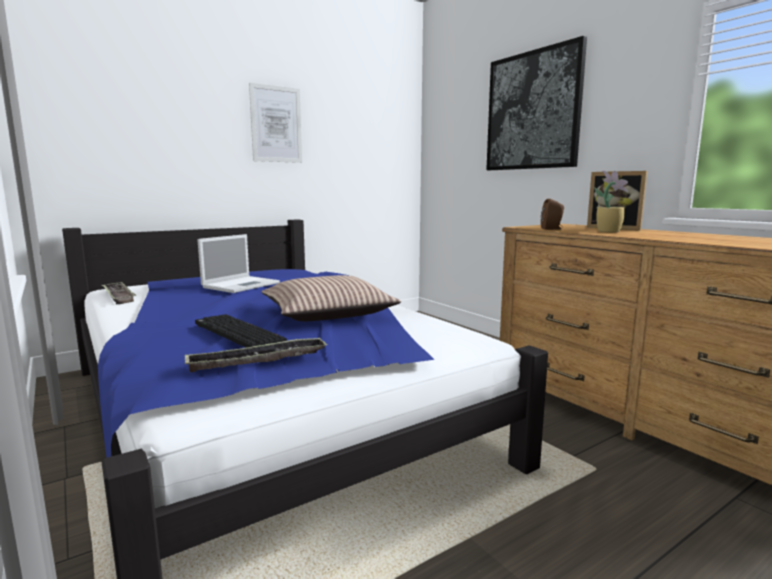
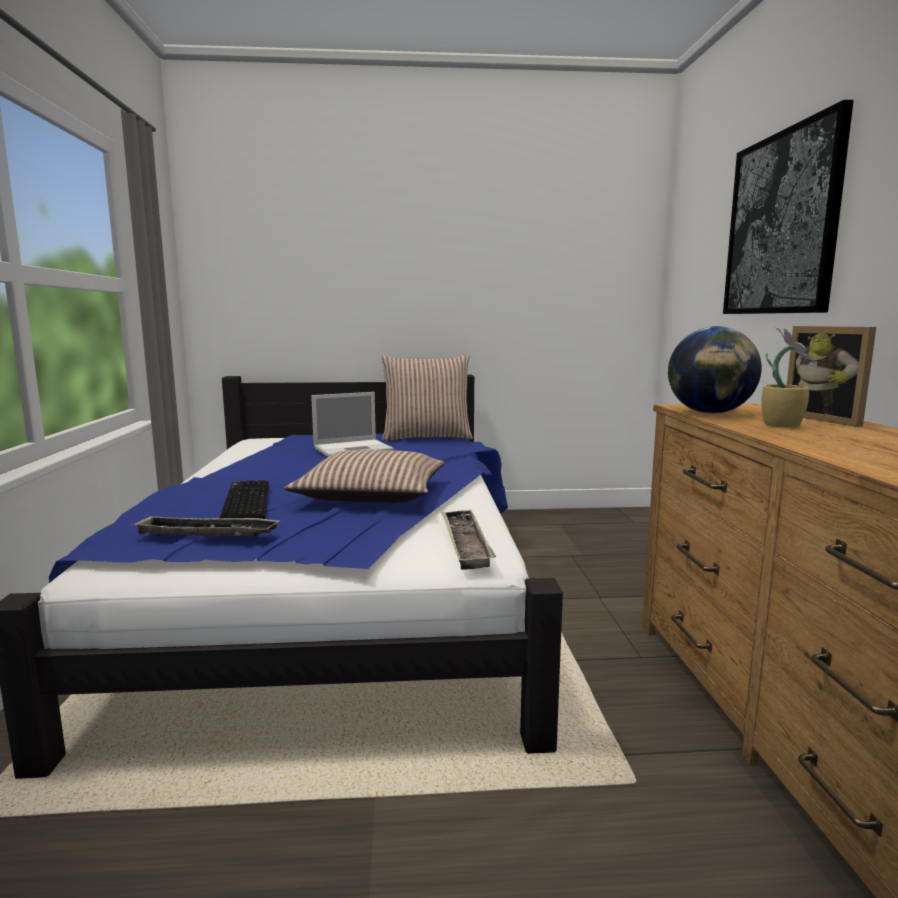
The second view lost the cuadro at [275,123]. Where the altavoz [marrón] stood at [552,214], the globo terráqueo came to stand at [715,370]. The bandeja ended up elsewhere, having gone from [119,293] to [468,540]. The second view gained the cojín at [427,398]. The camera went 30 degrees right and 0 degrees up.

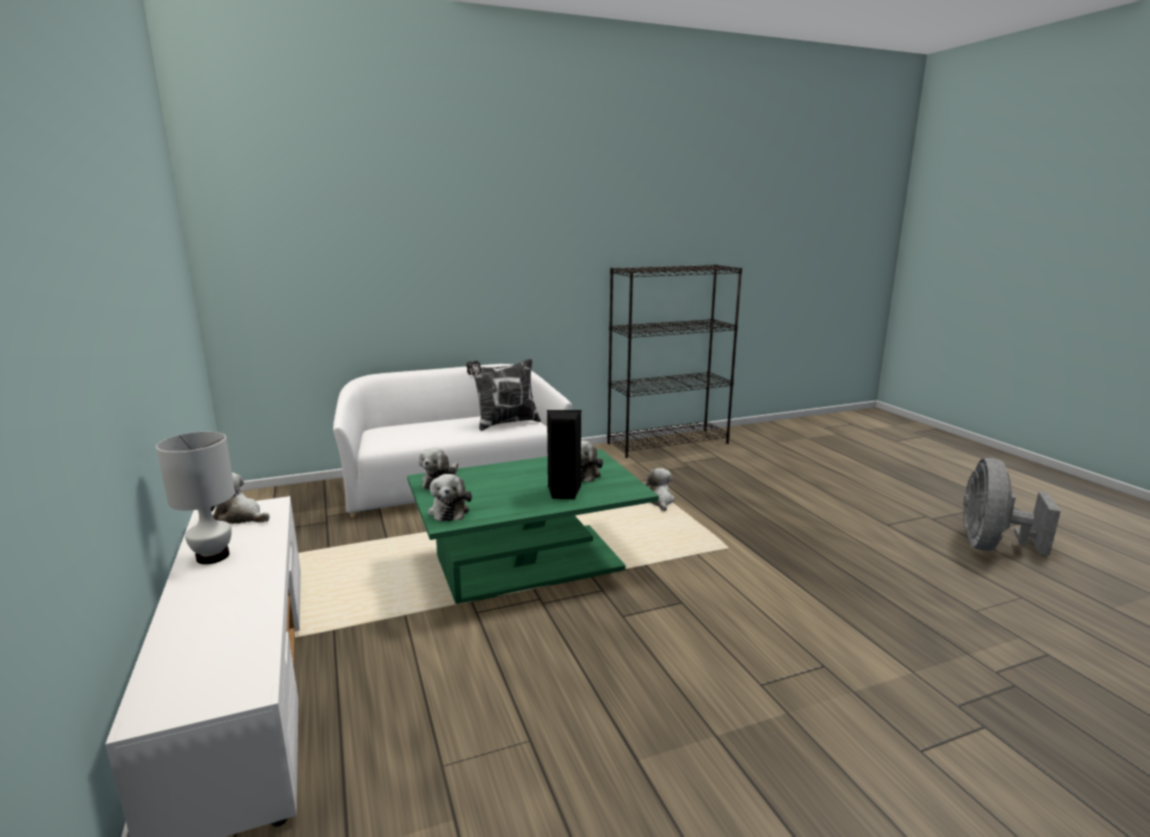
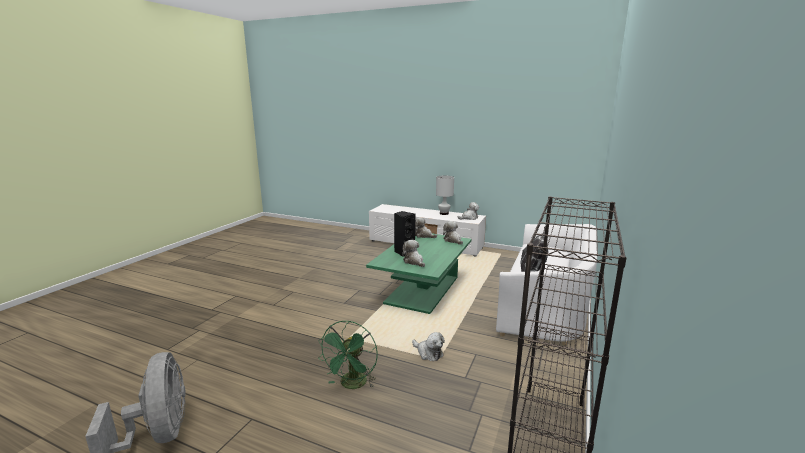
The second view gained the ventilador [verde] at [347,355]. The camera went 135 degrees right and 0 degrees up.

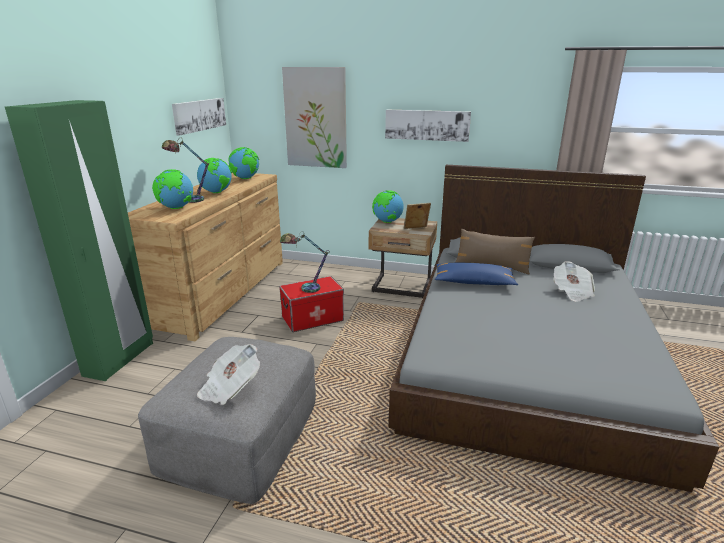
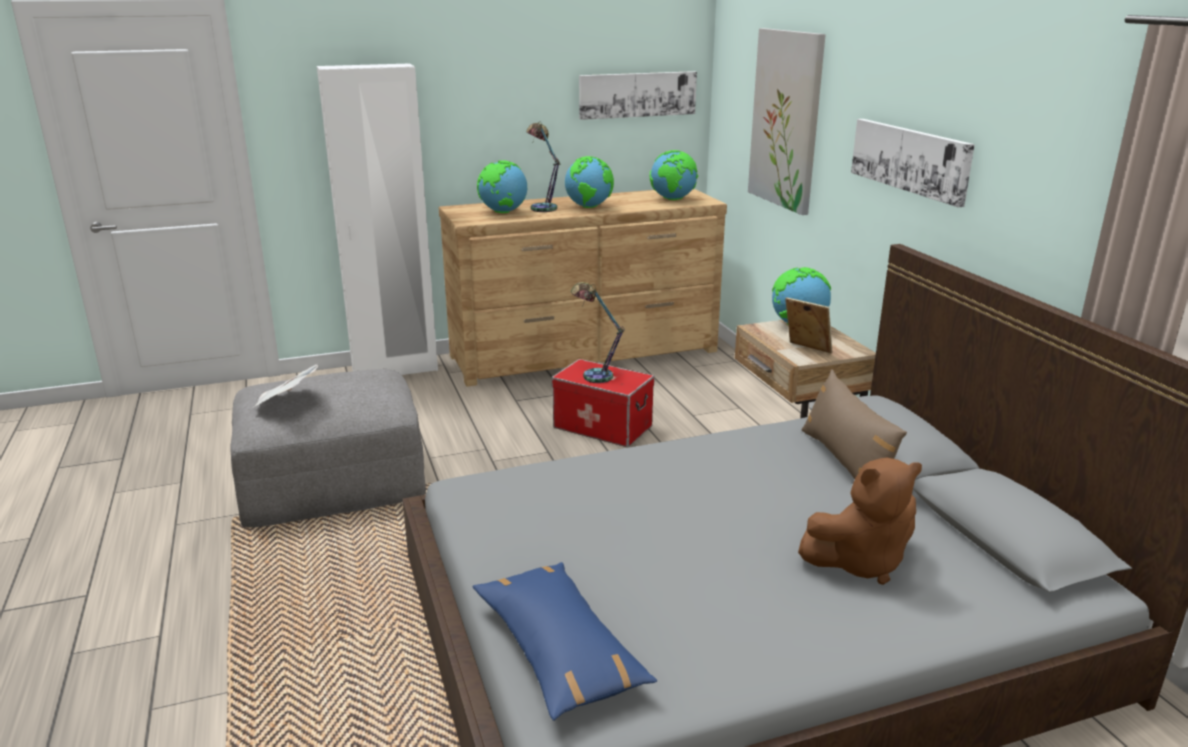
What was the armario ropero [verde] at [79,240] turned into the armario ropero [blanco] at [377,219]. Where the periódico stood at [574,281], the peluche [marrón] came to stand at [860,521]. The cojín [azul] ended up elsewhere, having gone from [476,274] to [564,641]. The camera went 55 degrees right and 0 degrees up.

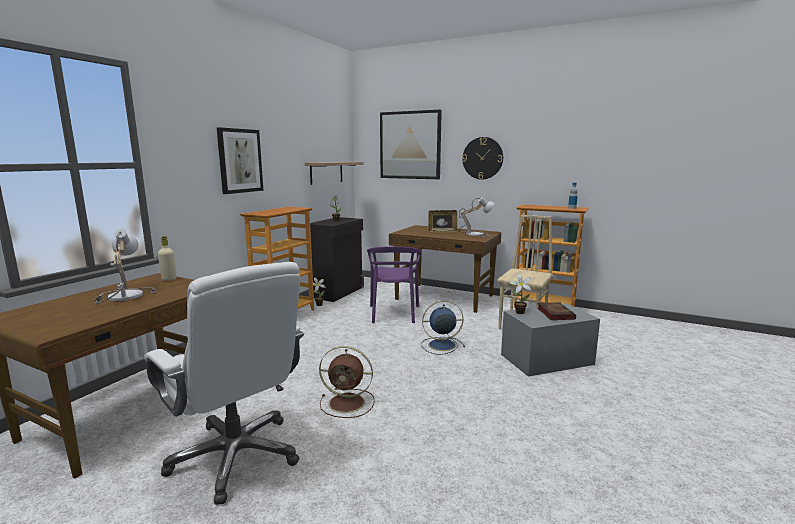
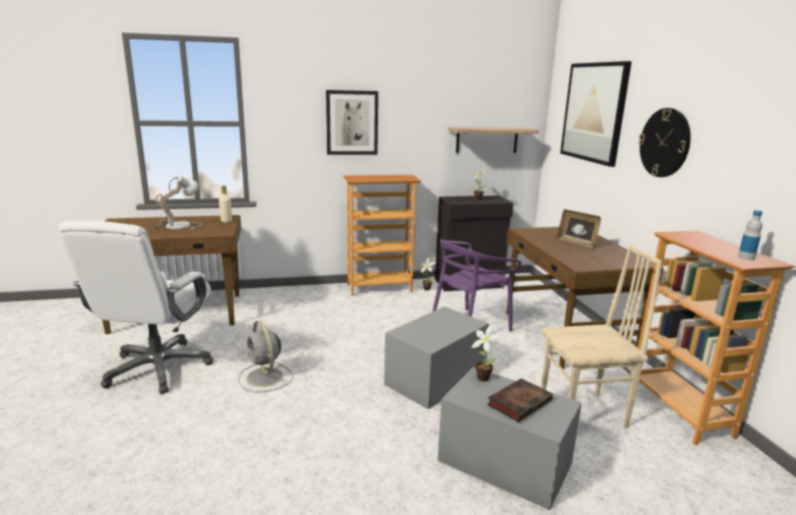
The second view lost the lámpara de mesa at [477,217]. Where the ventilador [azul] stood at [443,327], the caja de almacenaje [gris] came to stand at [436,357]. What was the ventilador [marrón] at [347,382] turned into the ventilador [gris] at [265,356]. The camera went 50 degrees right and 5 degrees up.

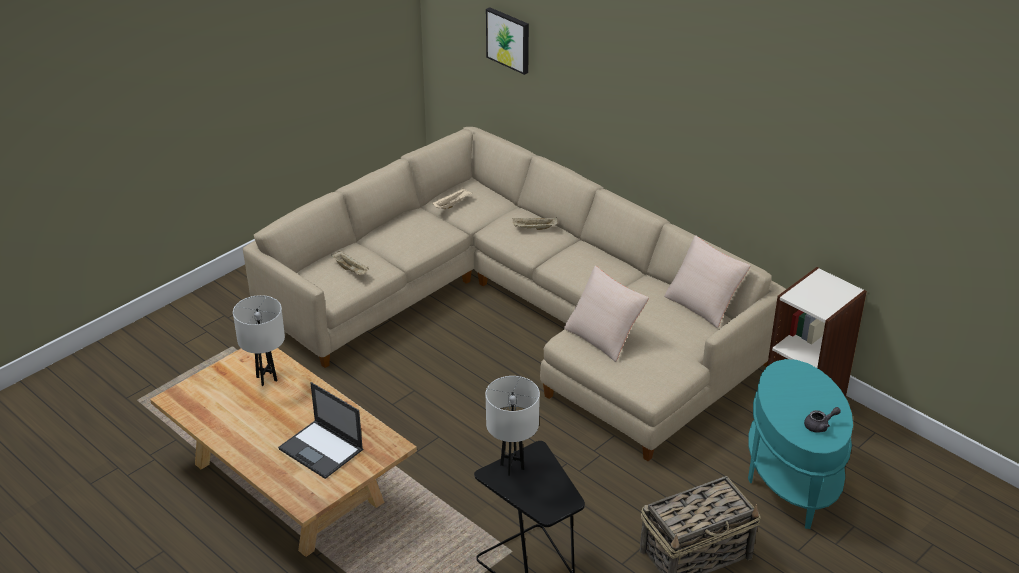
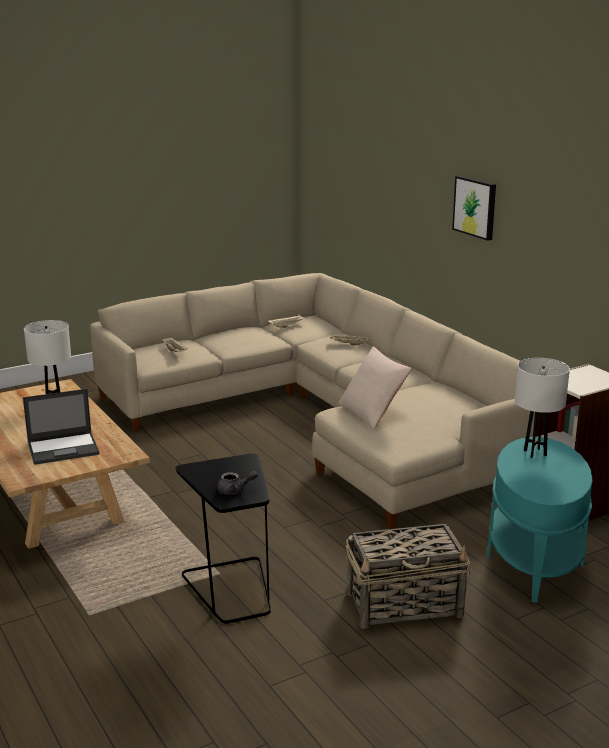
The cuadro ended up elsewhere, having gone from [507,41] to [474,208]. The second view lost the cojín [beis] at [707,281]. The lámpara de mesa [blanco] ended up elsewhere, having gone from [513,426] to [542,408]. The portátil at [320,430] ended up facing another way, 75 degrees counterclockwise from before. The tetera [gris] ended up elsewhere, having gone from [822,420] to [237,483]. The camera went 15 degrees right and 15 degrees down.

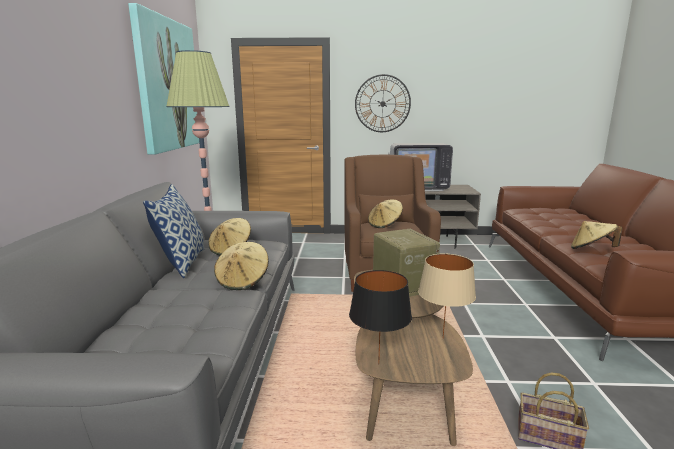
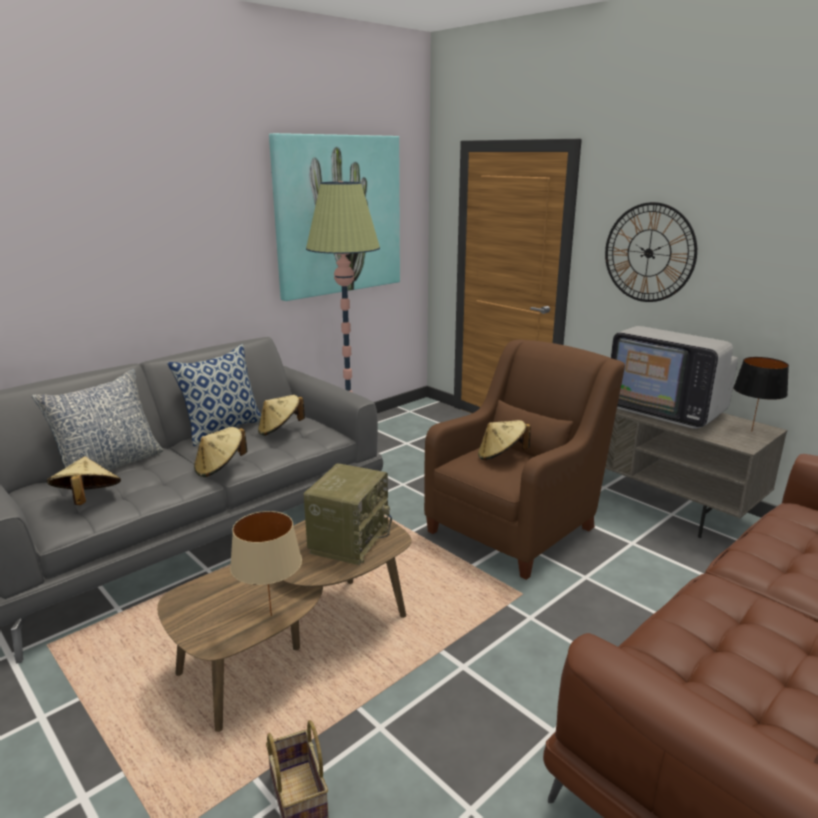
The sombrero [beis] ended up elsewhere, having gone from [596,235] to [84,480]. The lámpara de mesa [negro] ended up elsewhere, having gone from [380,317] to [761,394]. The second view gained the cojín at [97,420]. The camera went 45 degrees right and 5 degrees up.

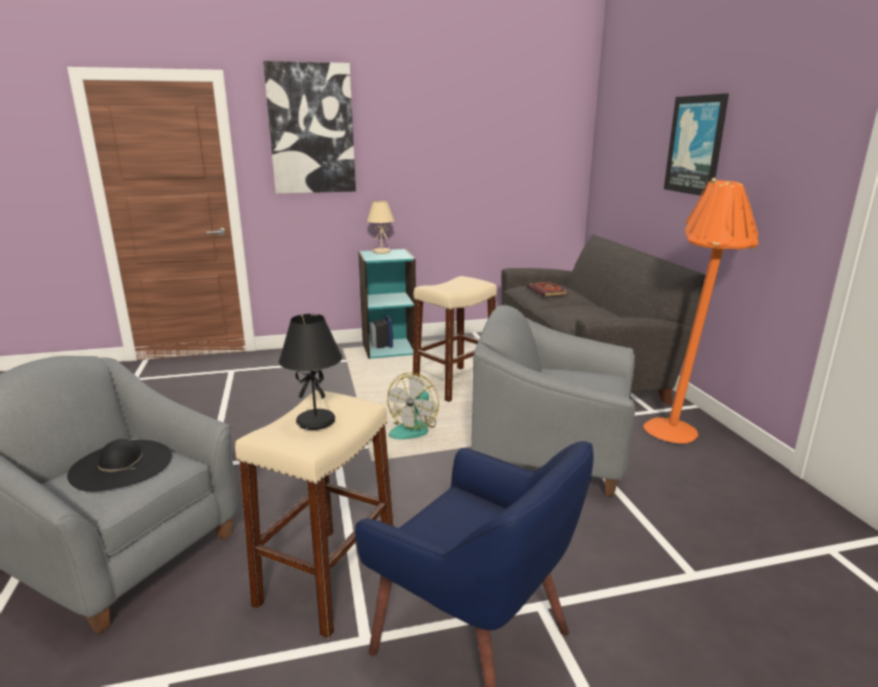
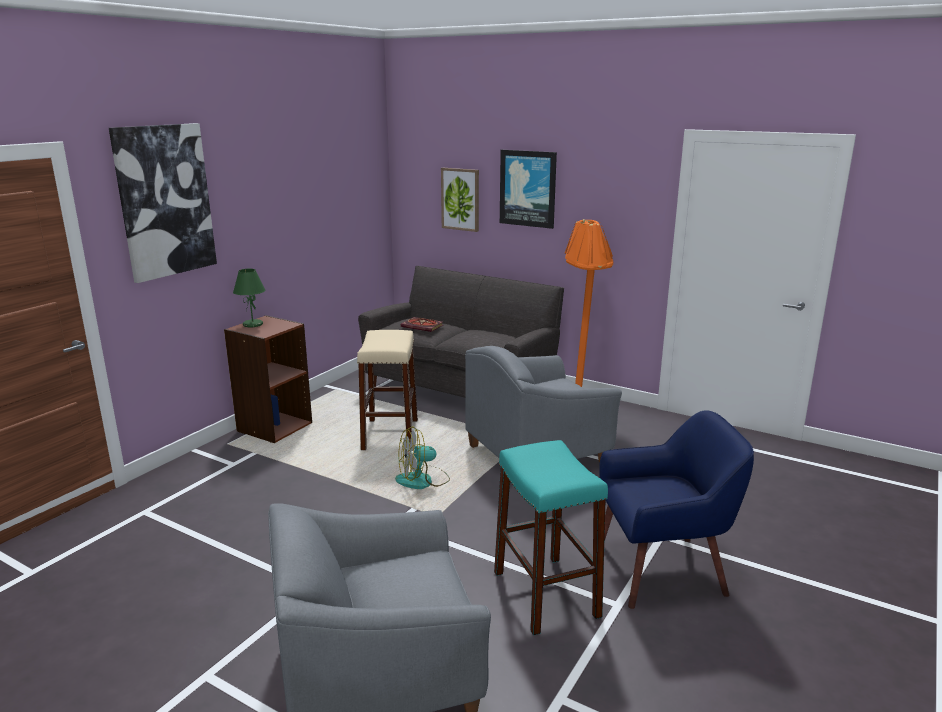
What was the lámpara de mesa [beis] at [381,227] turned into the lámpara de mesa [verde] at [249,298]. What was the estantería [turquesa] at [387,304] turned into the estantería [marrón] at [268,379]. The second view lost the lámpara de mesa [negro] at [310,372]. The ventilador at [413,405] ended up facing another way, 90 degrees clockwise from before. What was the taburete [beis] at [314,514] turned into the taburete [turquesa] at [551,537]. The second view lost the sombrero [negro] at [119,465]. The second view gained the cuadro at [460,200]. The camera went 45 degrees left and 0 degrees up.

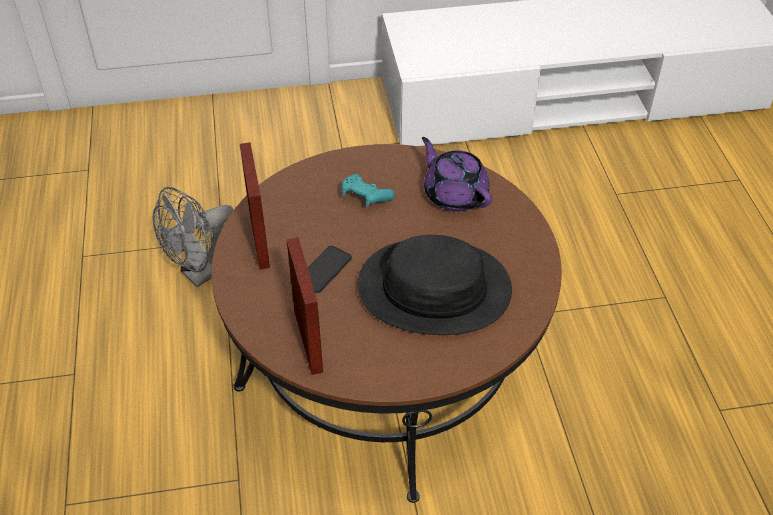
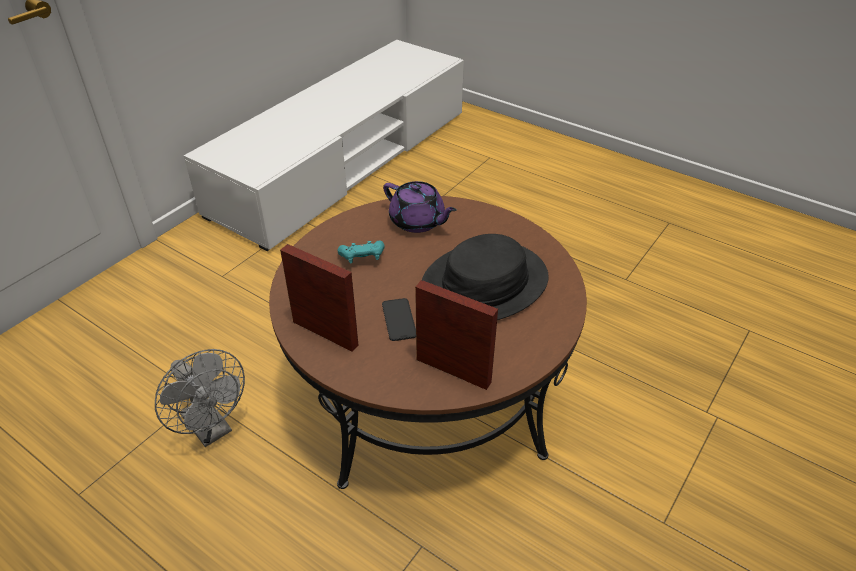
The tetera [morado] at [457,174] ended up facing another way, 150 degrees counterclockwise from before. The ventilador [gris] at [193,237] ended up facing another way, 45 degrees counterclockwise from before. The camera went 45 degrees left and 5 degrees down.

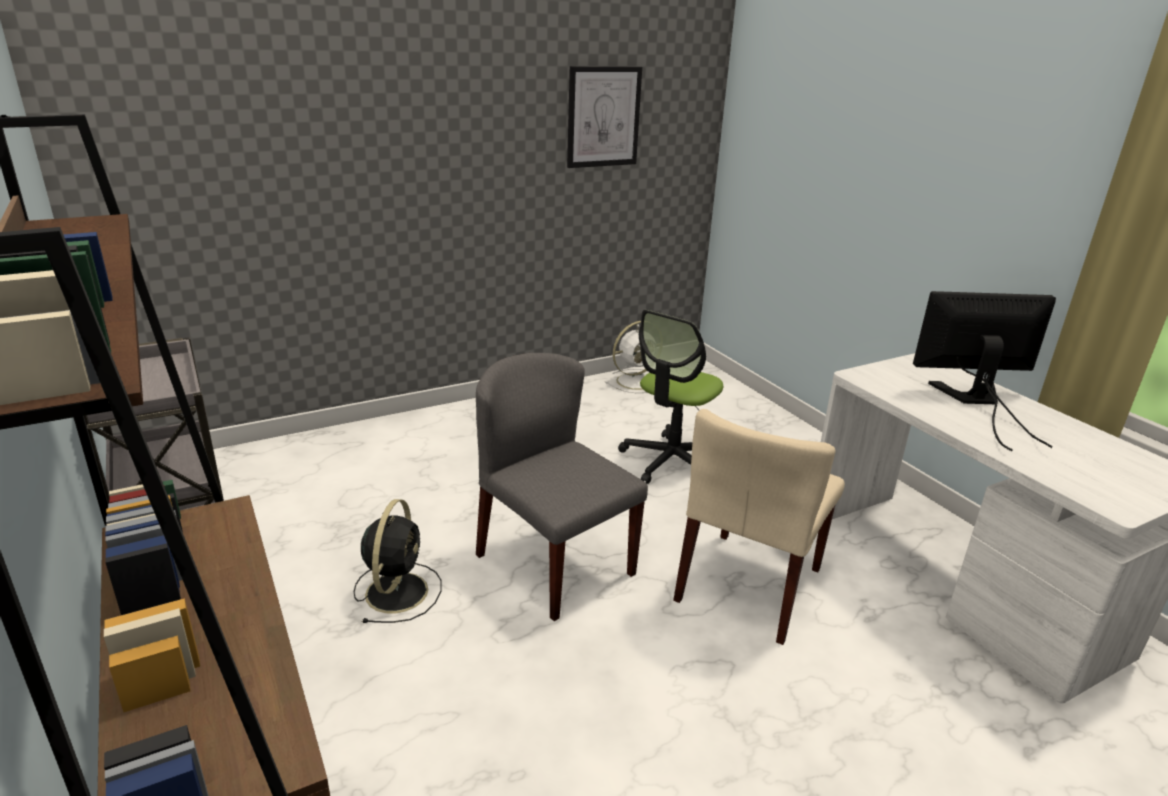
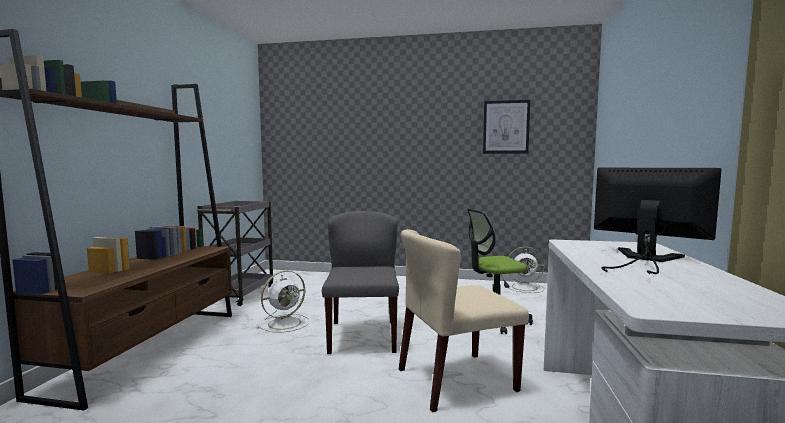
What was the ventilador [negro] at [398,561] turned into the ventilador [blanco] at [283,302]. The camera went 40 degrees right and 20 degrees down.

